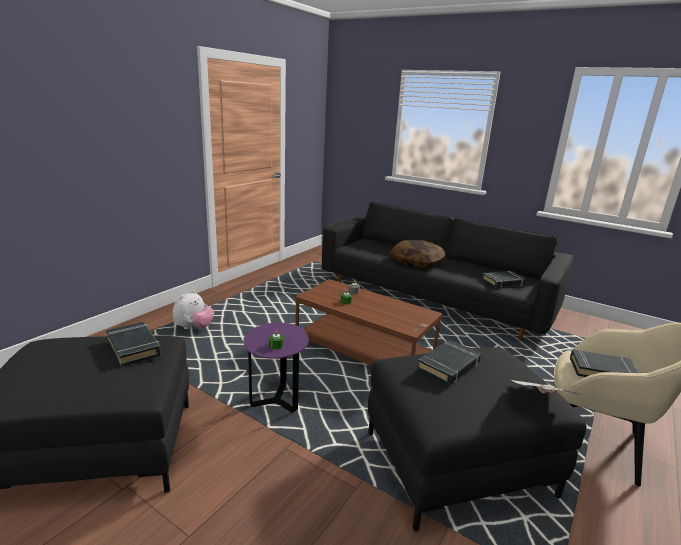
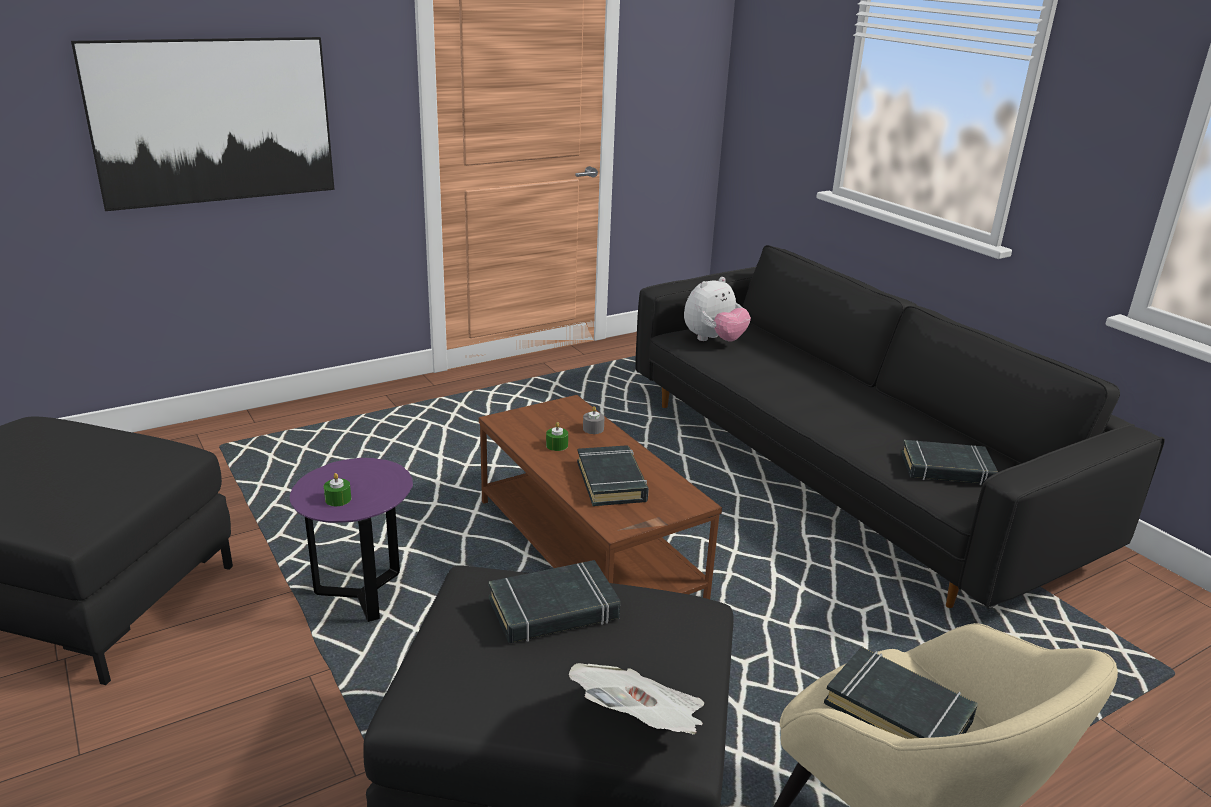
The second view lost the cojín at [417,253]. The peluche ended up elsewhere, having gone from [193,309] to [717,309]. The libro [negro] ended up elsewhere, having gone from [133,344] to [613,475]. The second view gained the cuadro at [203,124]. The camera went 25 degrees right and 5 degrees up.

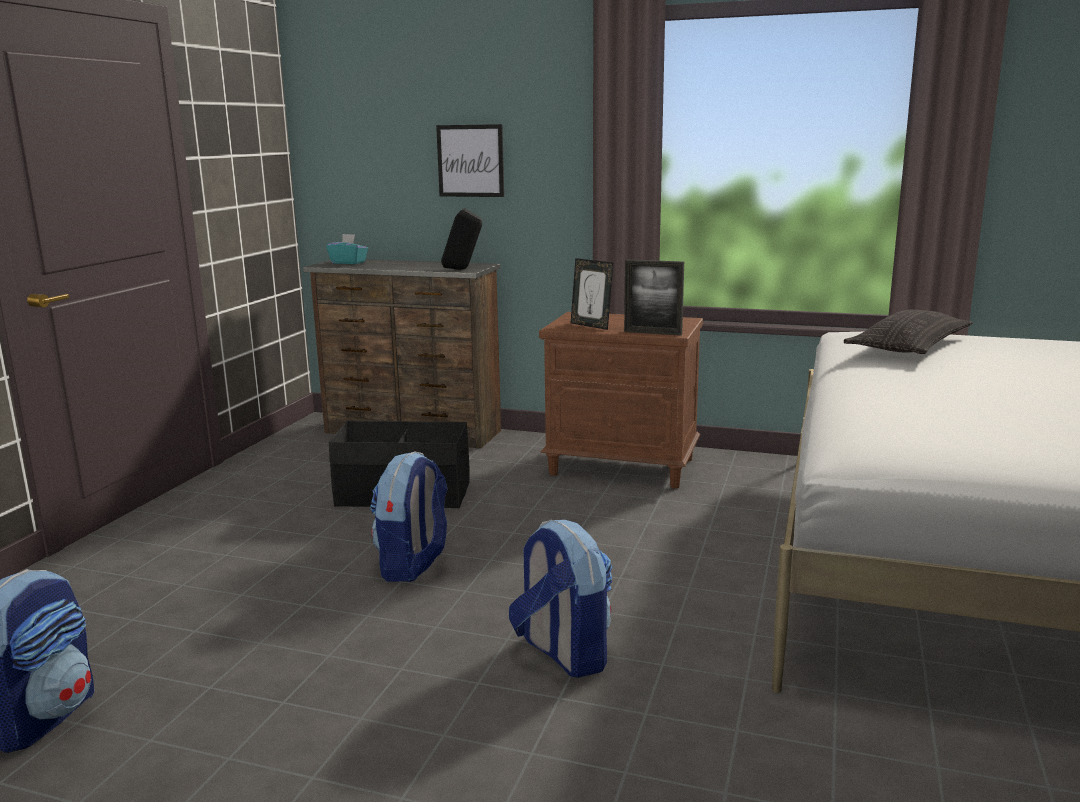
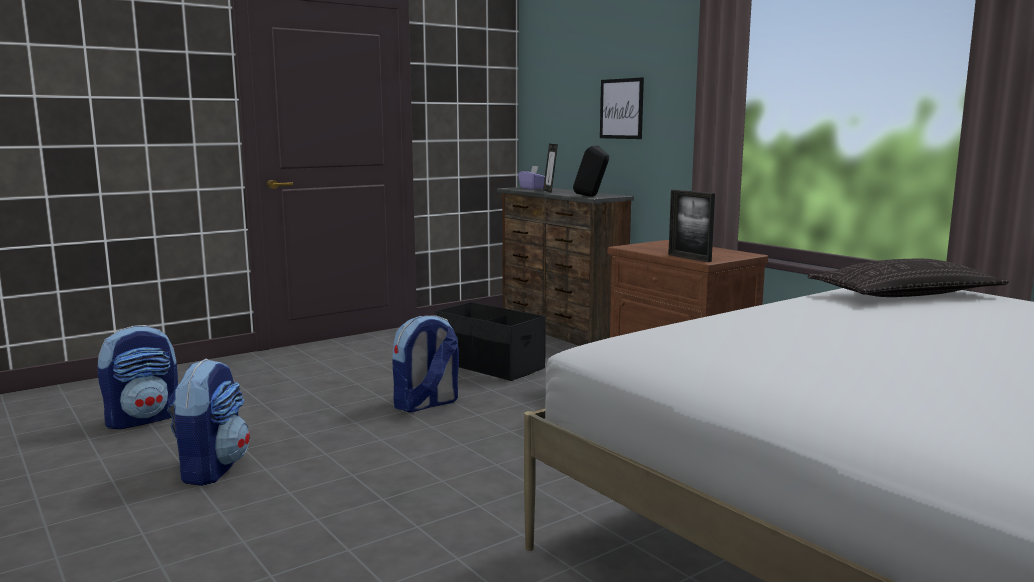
What was the caja de pañuelos [turquesa] at [347,249] turned into the caja de pañuelos [morado] at [531,177]. The portarretratos ended up elsewhere, having gone from [592,294] to [550,168]. The mochila ended up elsewhere, having gone from [560,599] to [208,422]. The camera went 35 degrees right and 5 degrees down.

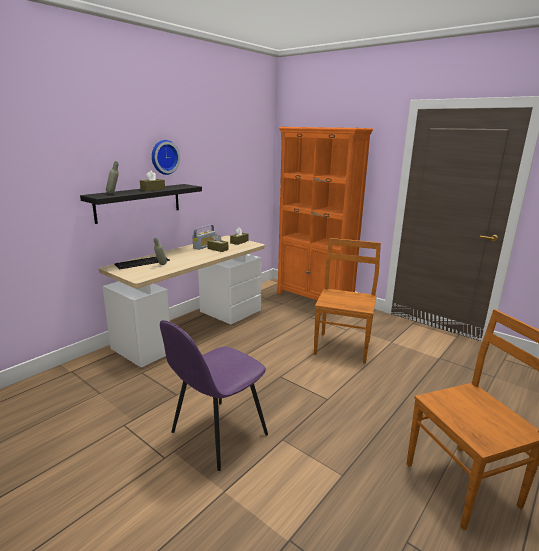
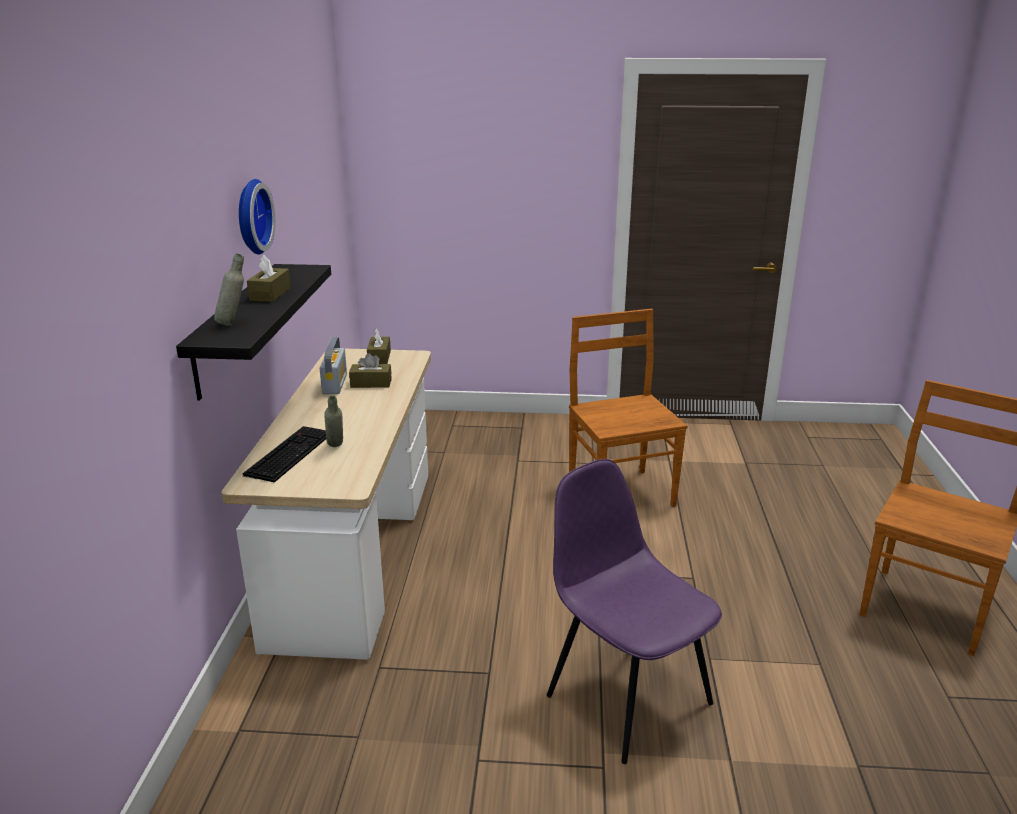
The second view lost the estantería [naranja] at [325,214]. The silla [morado] at [214,395] ended up facing another way, 135 degrees clockwise from before. The camera went 35 degrees left and 5 degrees up.

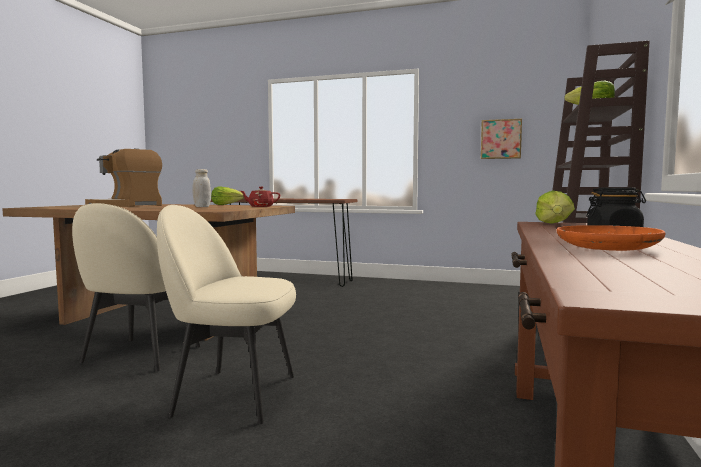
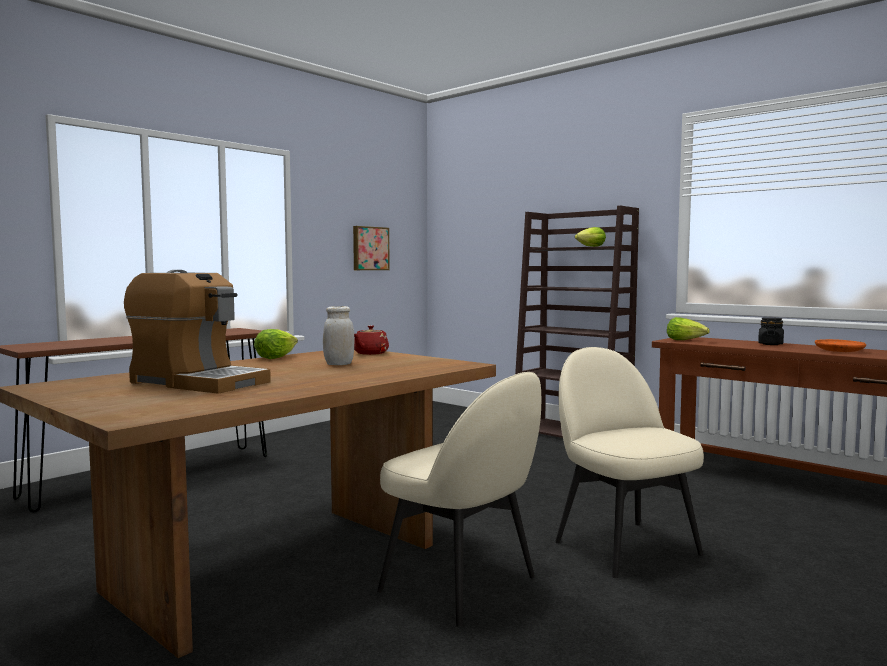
The cafetera at [123,177] ended up facing another way, 45 degrees counterclockwise from before. The silla [beis] at [226,314] ended up facing another way, 120 degrees clockwise from before. The camera went 65 degrees left and 0 degrees up.

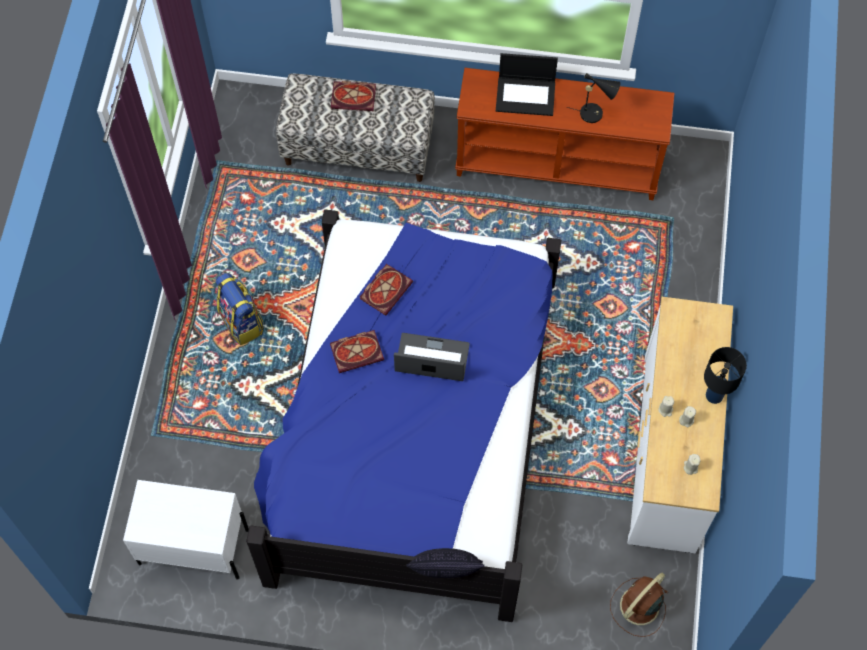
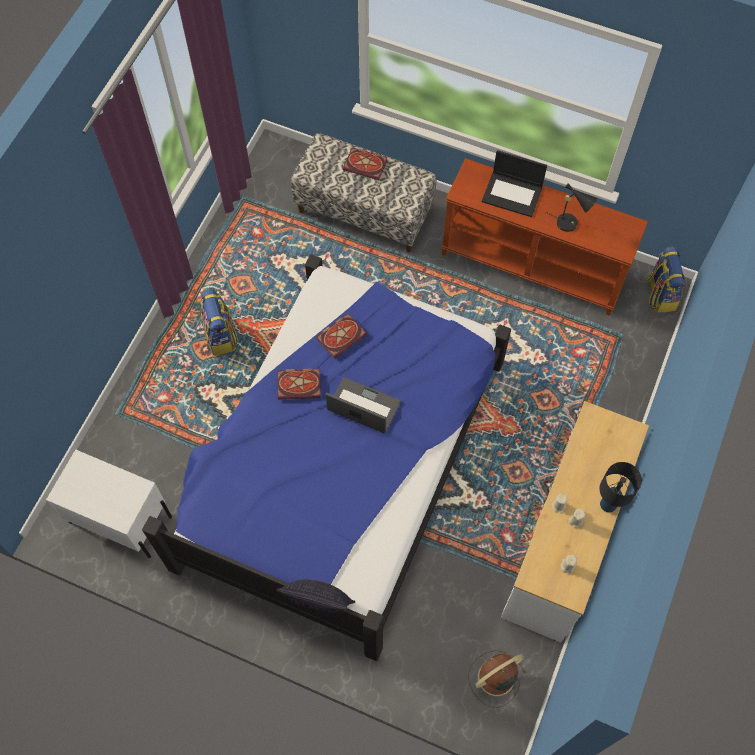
The second view gained the mochila at [665,279]. The camera went 15 degrees right and 0 degrees up.

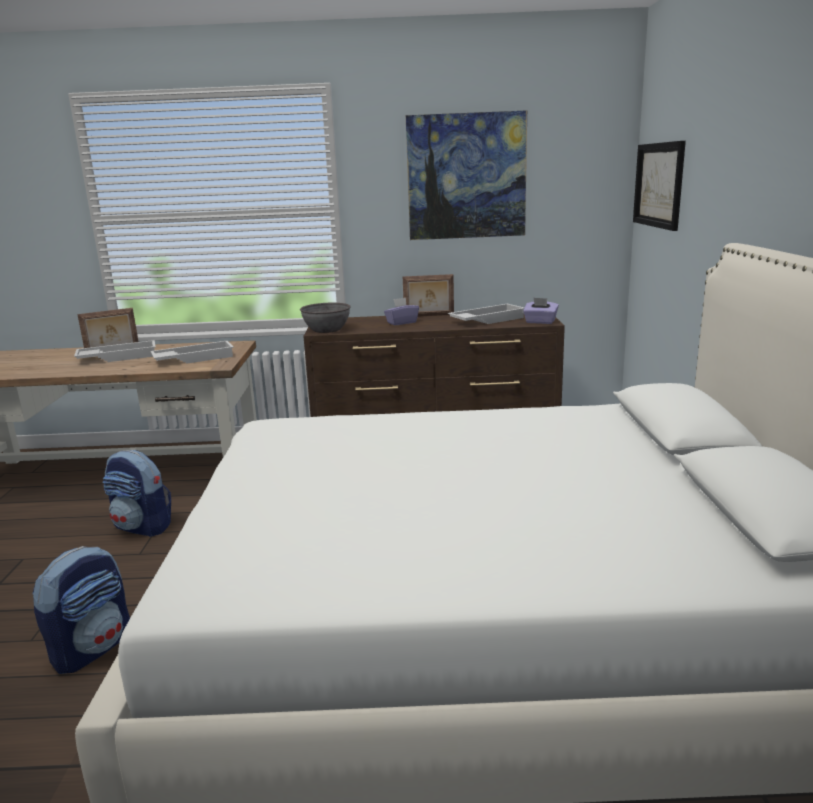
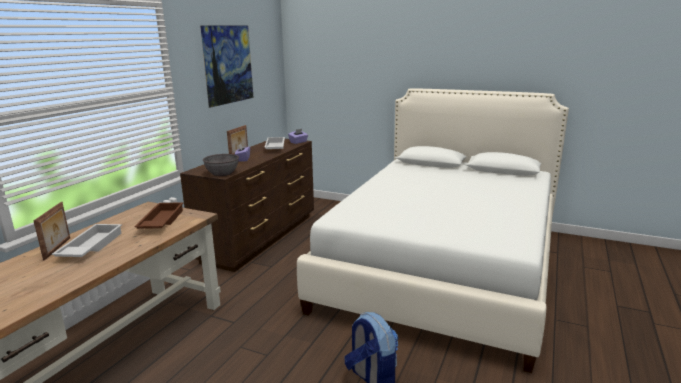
The second view lost the cuadro at [659,186]. What was the bandeja [blanco] at [192,352] turned into the bandeja [marrón] at [158,215]. The second view lost the mochila at [136,493]. The camera went 65 degrees left and 0 degrees up.

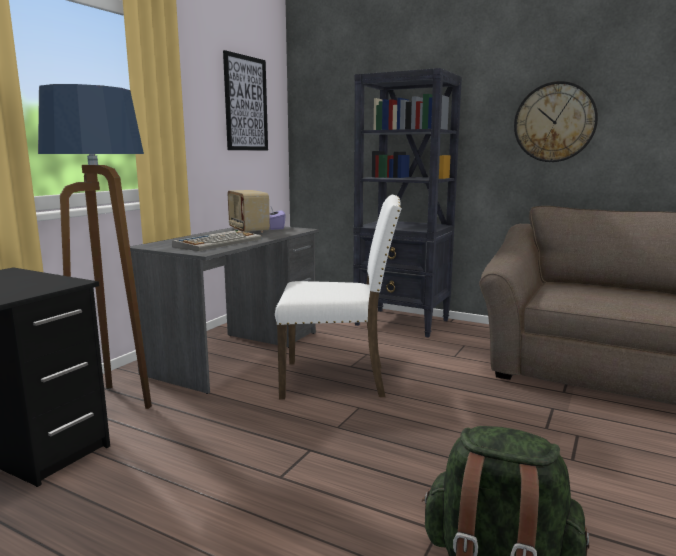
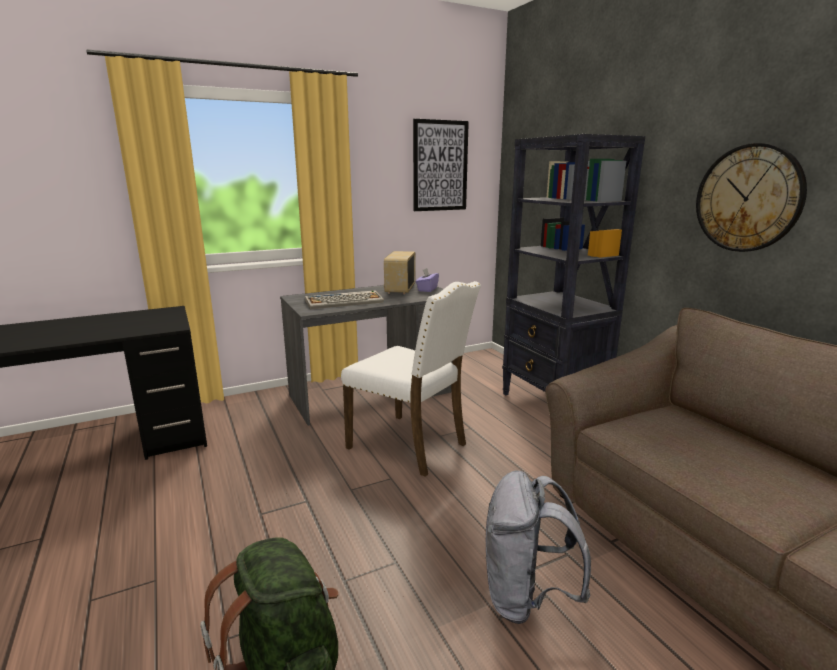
The second view lost the lámpara de pie at [95,246]. The second view gained the mochila [gris] at [538,547]. The camera went 35 degrees right and 5 degrees up.

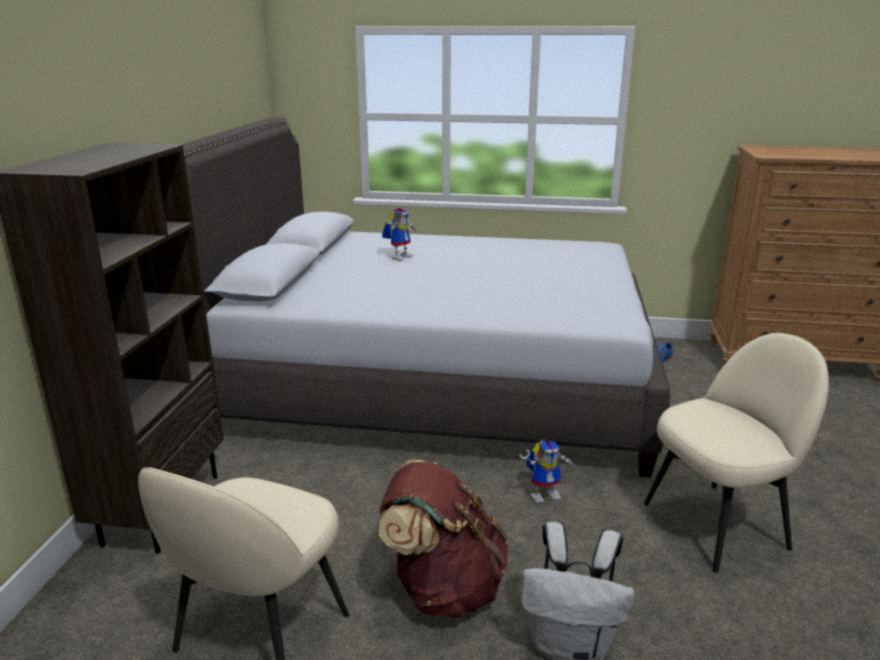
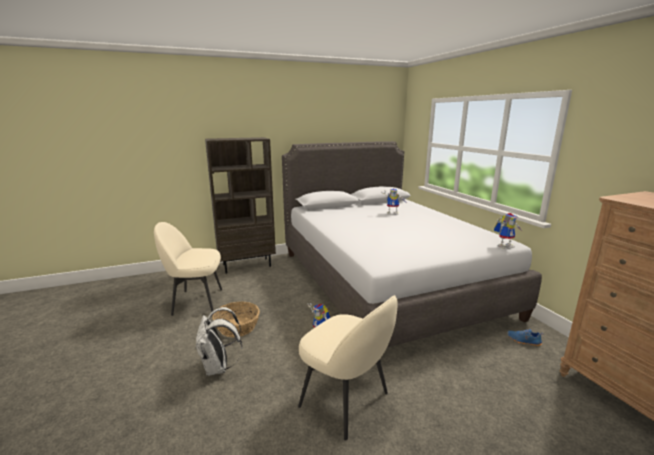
Where the mochila [marrón] stood at [443,539], the cesta came to stand at [236,319]. The second view gained the robot de juguete at [508,231]. The camera went 60 degrees right and 5 degrees down.

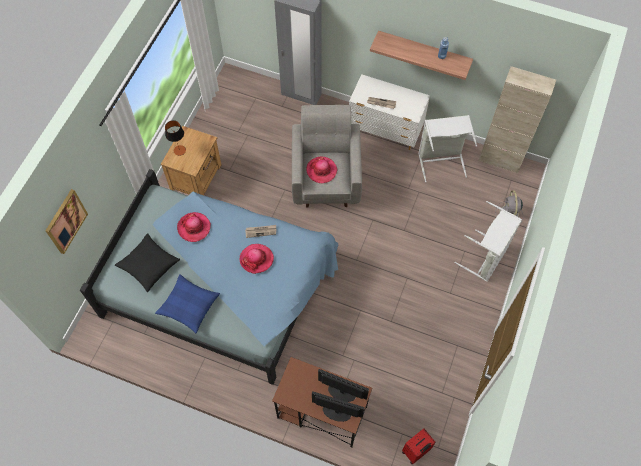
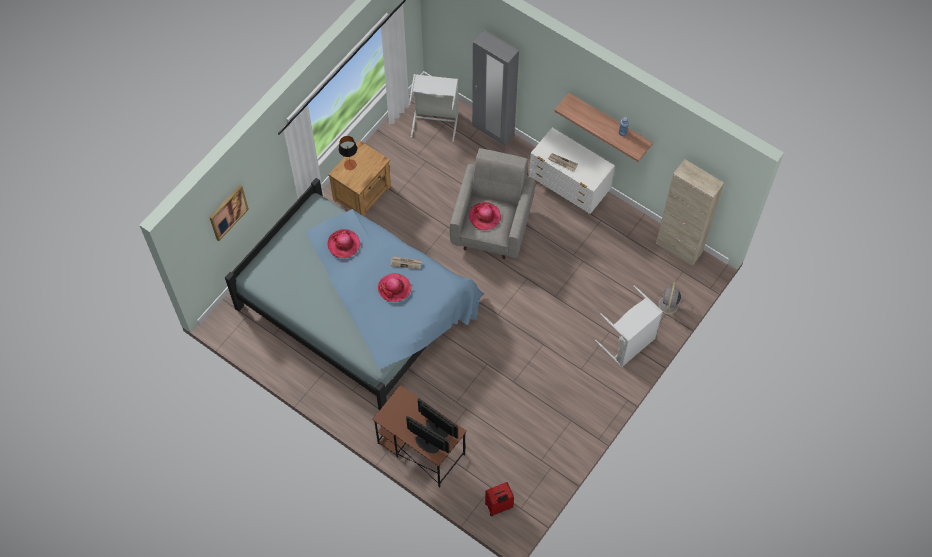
The cesto de la ropa [gris] ended up elsewhere, having gone from [447,148] to [434,108]. The second view lost the cojín [negro] at [147,262]. The second view lost the cojín [azul] at [187,303]. The camera went 15 degrees right and 0 degrees up.

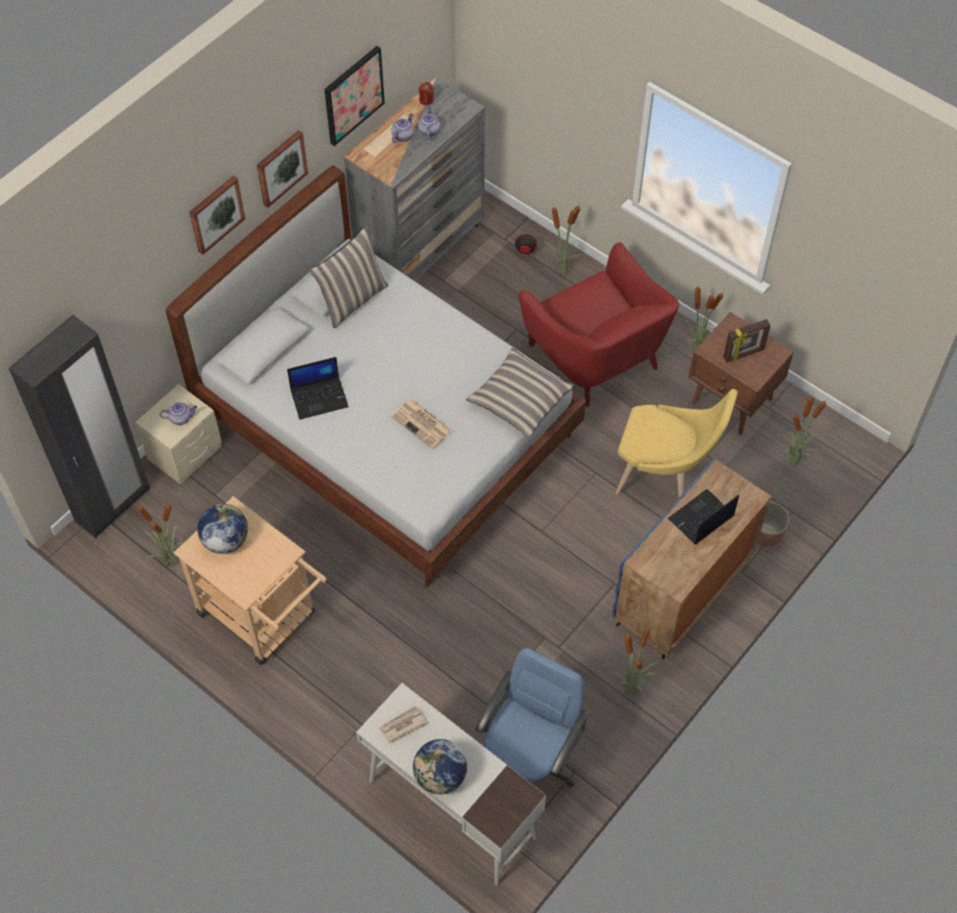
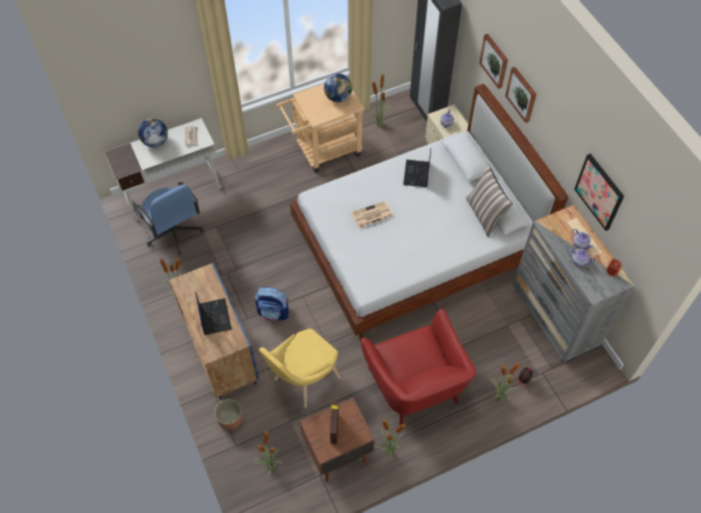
The cuadro ended up elsewhere, having gone from [282,169] to [493,61]. The sillón [rojo] at [598,324] ended up facing another way, 105 degrees counterclockwise from before. The second view lost the cojín at [520,393]. The second view gained the mochila at [272,304]. The camera went 115 degrees right and 0 degrees up.

